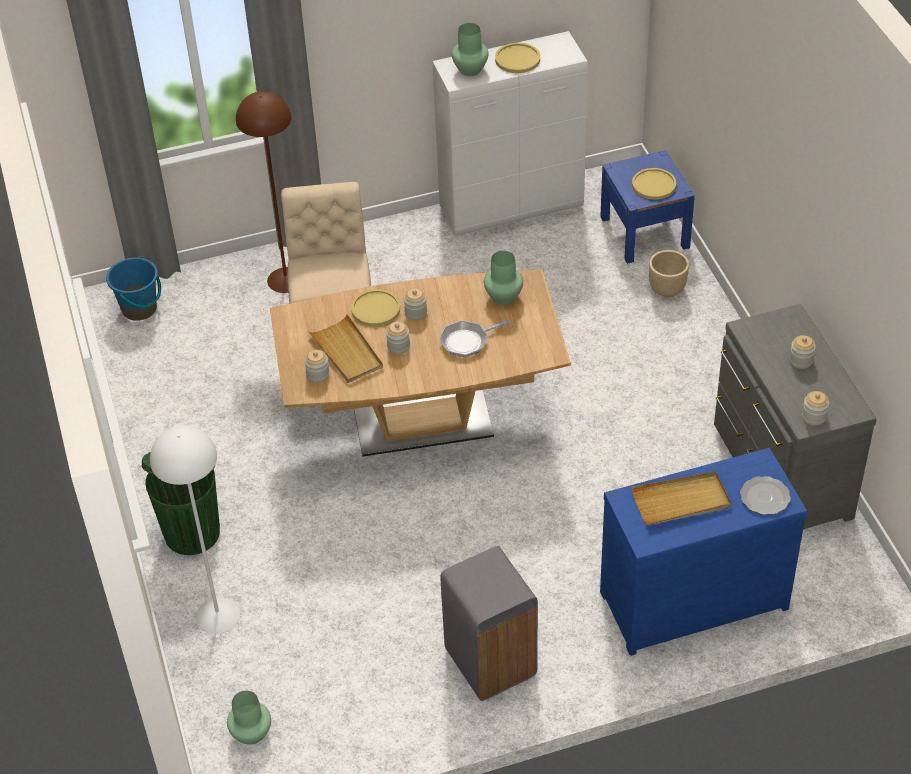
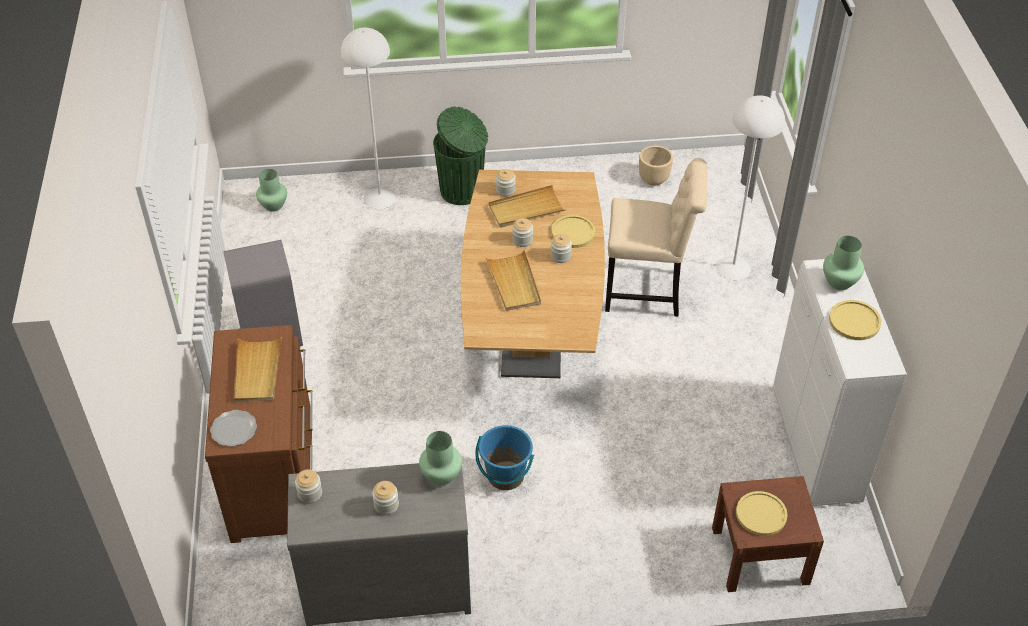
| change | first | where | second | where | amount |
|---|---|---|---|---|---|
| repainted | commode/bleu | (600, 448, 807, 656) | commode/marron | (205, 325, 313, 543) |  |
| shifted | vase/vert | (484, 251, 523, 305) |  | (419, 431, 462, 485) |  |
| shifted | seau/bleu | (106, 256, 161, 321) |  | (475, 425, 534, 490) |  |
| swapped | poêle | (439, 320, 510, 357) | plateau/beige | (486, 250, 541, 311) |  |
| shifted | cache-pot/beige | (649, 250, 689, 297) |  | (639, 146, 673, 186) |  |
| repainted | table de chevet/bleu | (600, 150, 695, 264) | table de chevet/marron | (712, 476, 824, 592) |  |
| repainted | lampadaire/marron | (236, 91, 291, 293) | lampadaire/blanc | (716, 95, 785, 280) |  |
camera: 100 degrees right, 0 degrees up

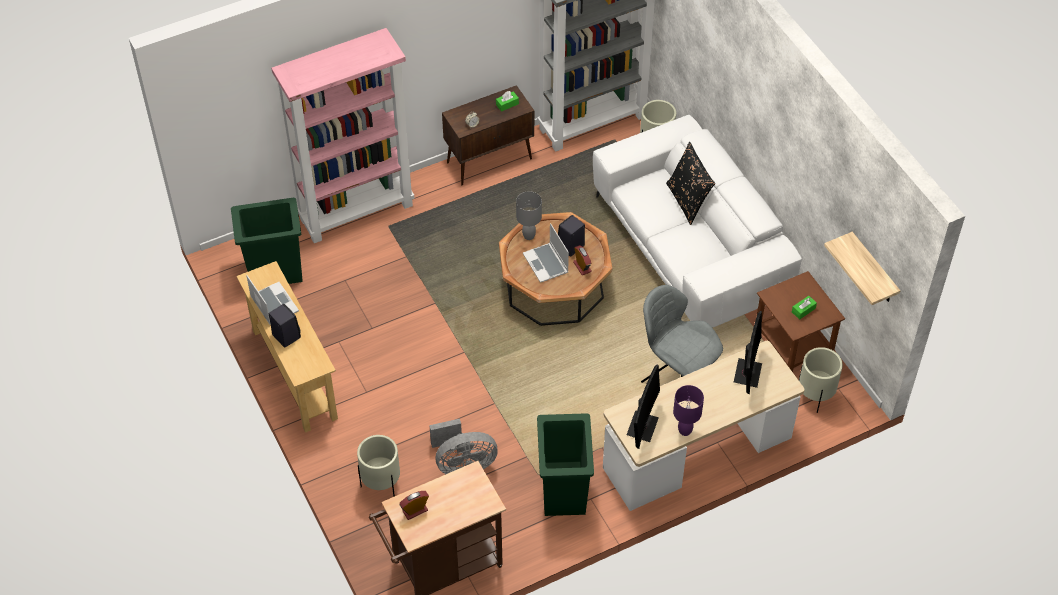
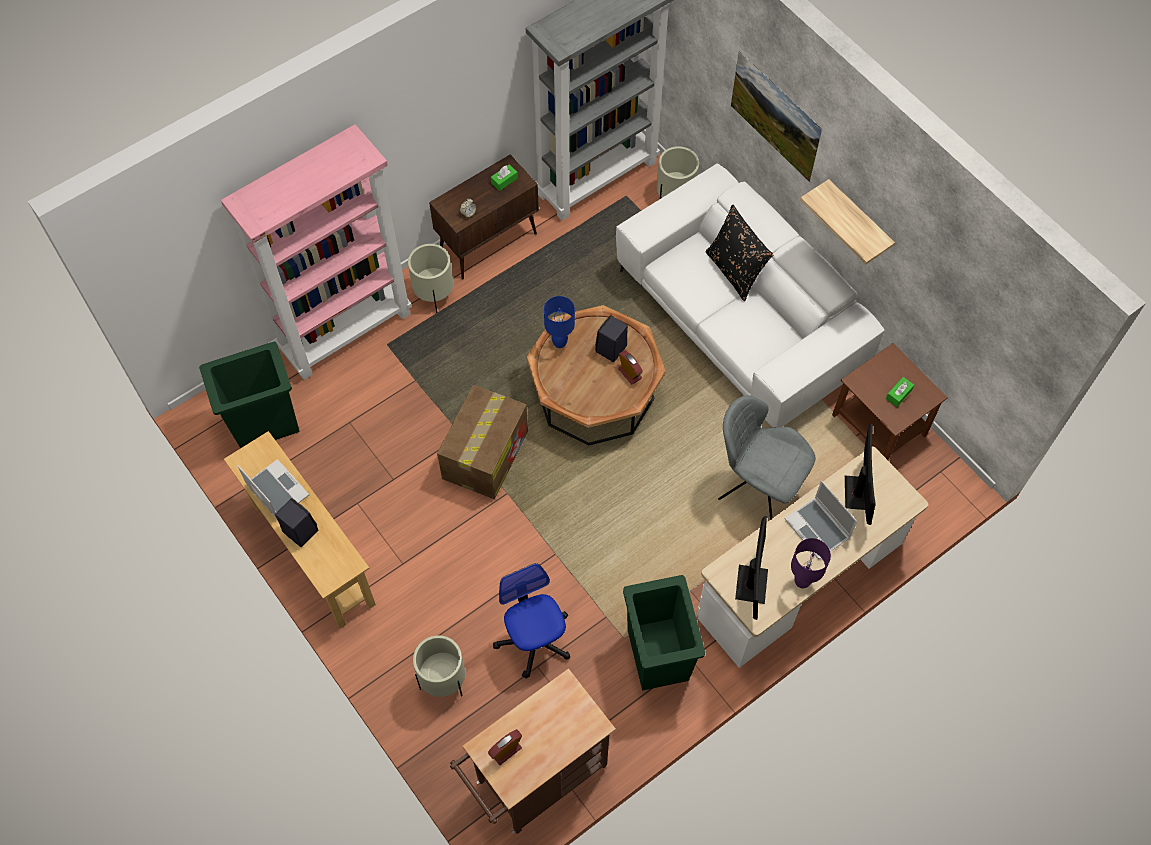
| change | first | where | second | where | amount |
|---|---|---|---|---|---|
| shifted | cache-pot/beige | (799, 347, 843, 413) |  | (408, 244, 453, 313) |  |
| new |  |  | carton | (437, 385, 528, 499) |  |
| swapped | ventilateur/gris | (429, 419, 498, 474) | chaise de bureau | (493, 563, 570, 678) |  |
| repainted | lampe de table/gris | (516, 191, 542, 240) | lampe de table/bleu | (544, 296, 575, 348) |  |
| new |  |  | tableau | (731, 51, 822, 182) |  |
| shifted | ordinateur portable | (523, 223, 569, 283) |  | (785, 481, 857, 559) |  |
| shifted | étagère | (824, 232, 901, 305) |  | (800, 179, 895, 264) |  |
camera: 10 degrees left, 10 degrees up

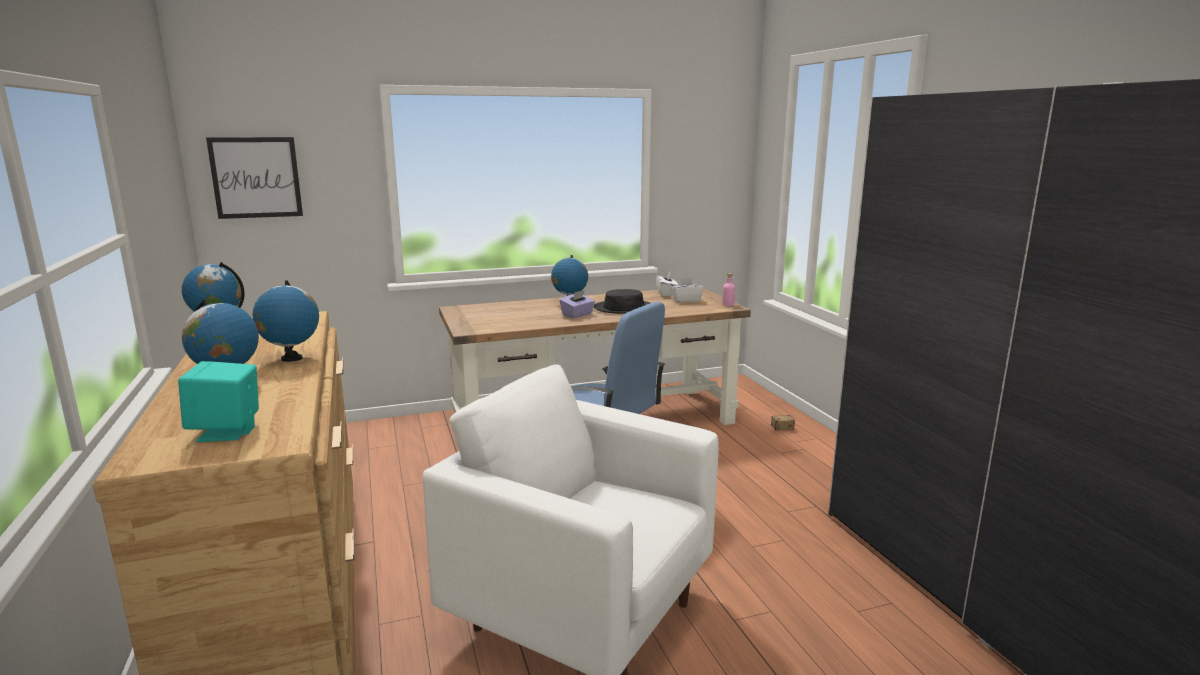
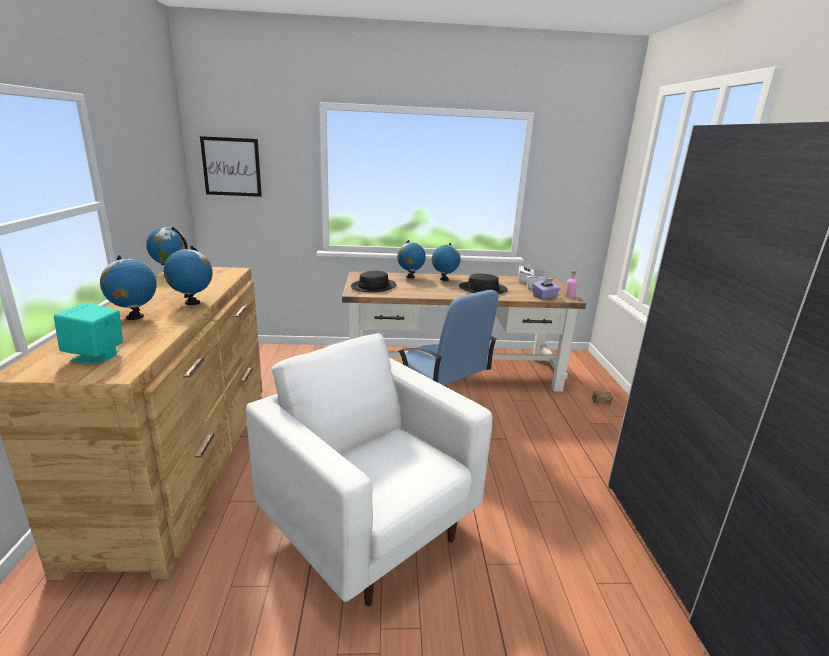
| change | first | where | second | where | amount |
|---|---|---|---|---|---|
| new |  |  | chapeau/noir | (351, 270, 397, 292) |  |
| new |  |  | globe | (397, 240, 426, 278) |  |
| shifted | boîte à mouchoirs/violet | (560, 290, 595, 318) |  | (532, 278, 561, 299) |  |
camera: 15 degrees right, 5 degrees up

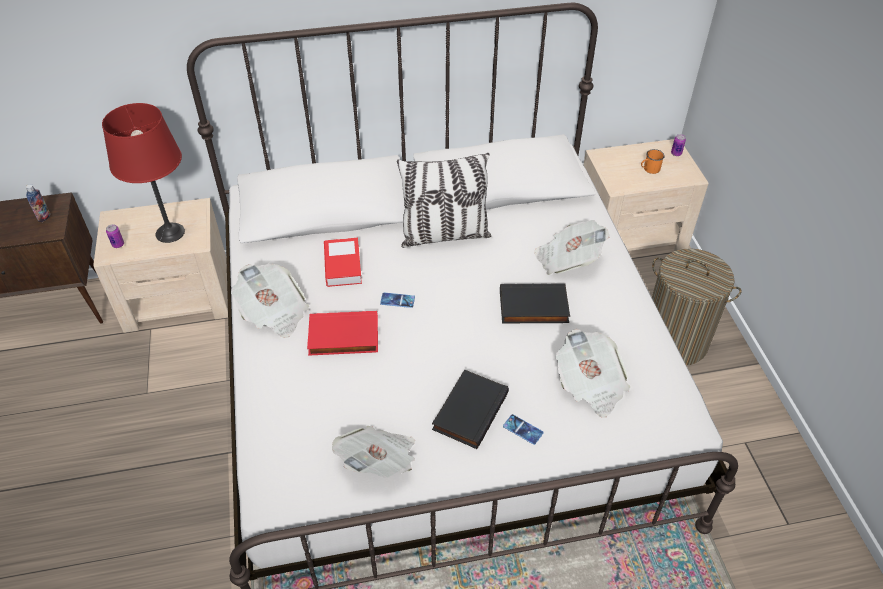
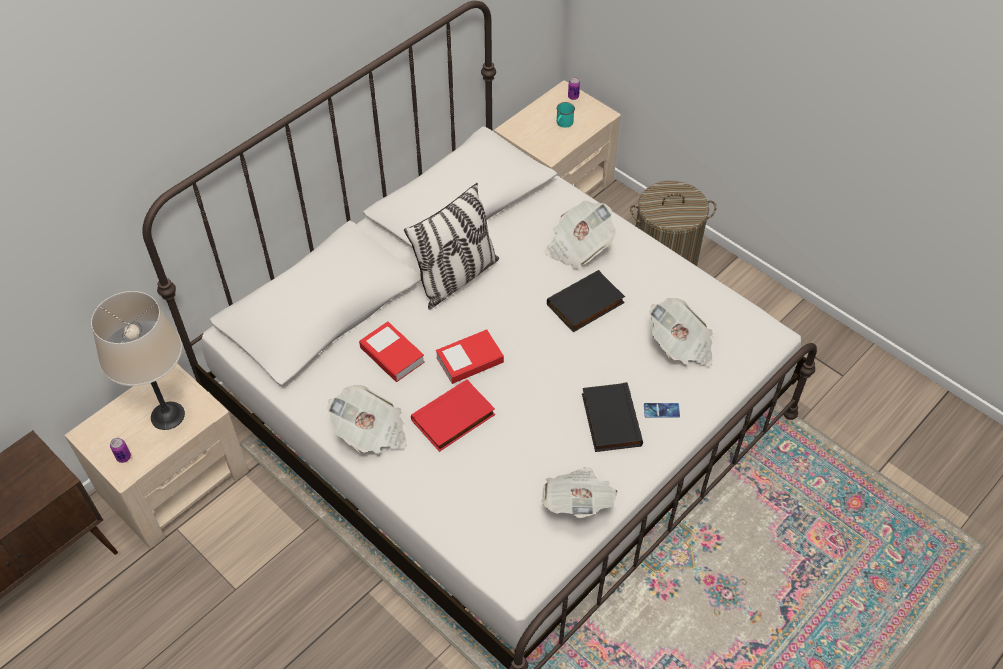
| change | first | where | second | where | amount |
|---|---|---|---|---|---|
| repainted | lampe de table/rouge | (102, 103, 185, 243) | lampe de table/beige | (91, 291, 185, 430) |  |
| swapped | téléphone | (380, 292, 415, 308) | livre | (436, 329, 504, 384) |  |
| repainted | mug/orange | (641, 149, 665, 174) | mug/turquoise | (557, 102, 575, 128) |  |
| gone | bouteille | (26, 184, 50, 222) |  |  |  |
camera: 35 degrees left, 5 degrees up

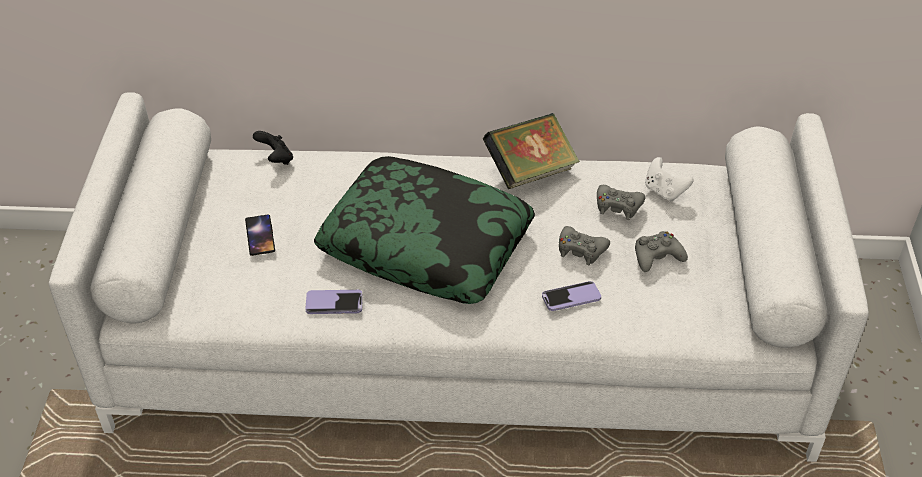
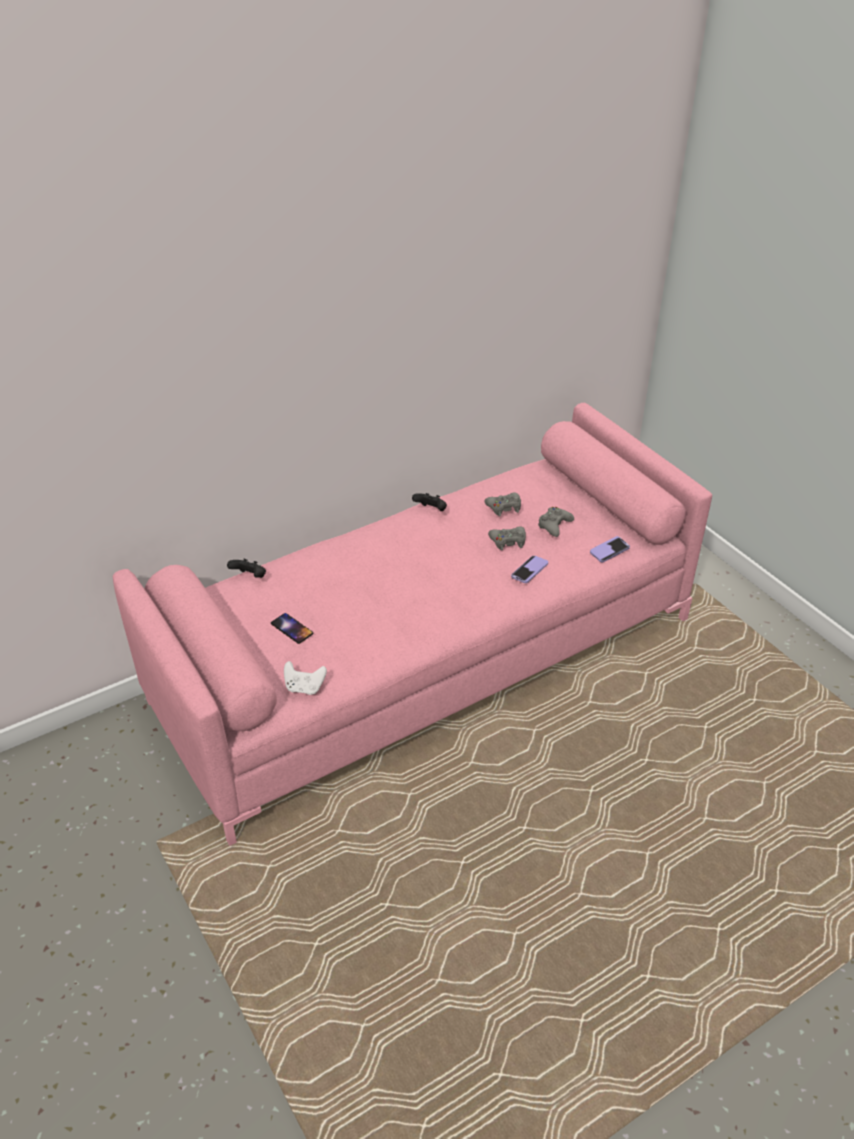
| change | first | where | second | where | amount |
|---|---|---|---|---|---|
| repainted | canapé/blanc | (49, 92, 869, 462) | canapé/rose | (113, 403, 712, 846) |  |
| shifted | manette/blanc | (645, 157, 694, 202) |  | (284, 661, 327, 695) |  |
| swapped | livre | (483, 113, 580, 189) | manette/noir | (412, 493, 447, 511) |  |
| shifted | téléphone | (305, 290, 363, 314) |  | (590, 536, 630, 562) |  |
| gone | coussin | (314, 156, 535, 304) |  |  |  |
camera: 35 degrees left, 5 degrees down

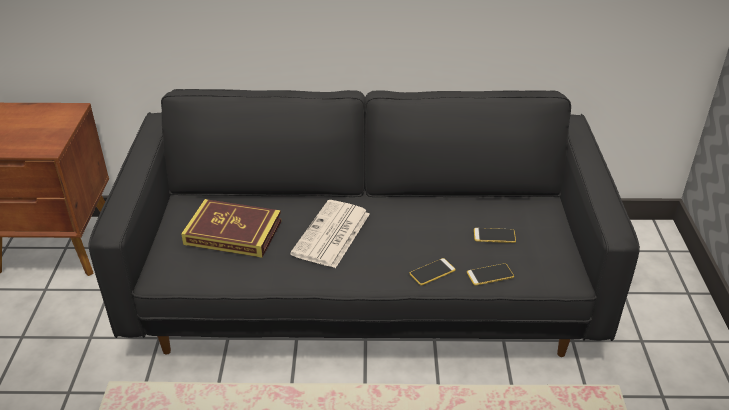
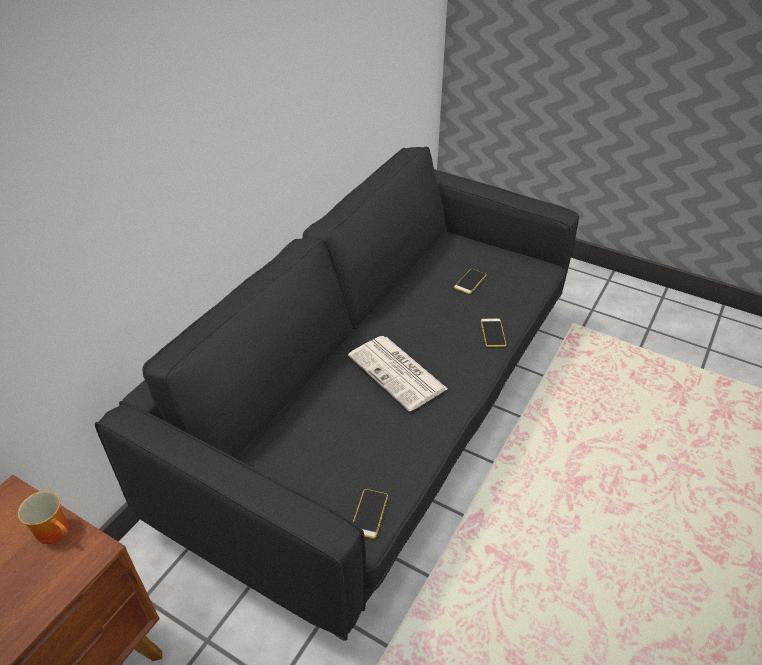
| change | first | where | second | where | amount |
|---|---|---|---|---|---|
| new |  |  | mug | (18, 491, 68, 544) |  |
| shifted | téléphone | (467, 263, 514, 285) |  | (353, 489, 388, 539) |  |
| gone | livre | (181, 199, 281, 258) |  |  |  |
camera: 60 degrees left, 5 degrees up

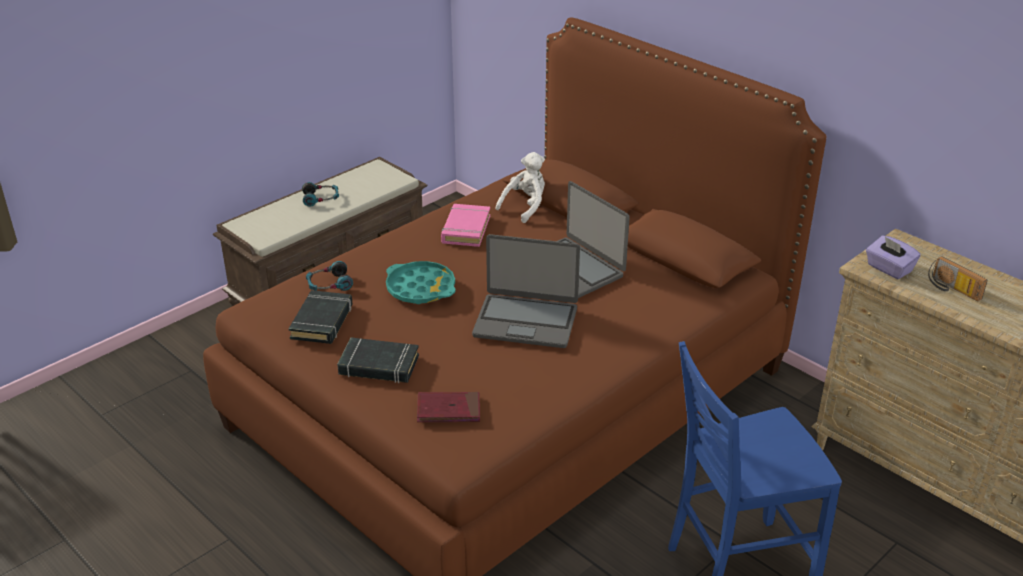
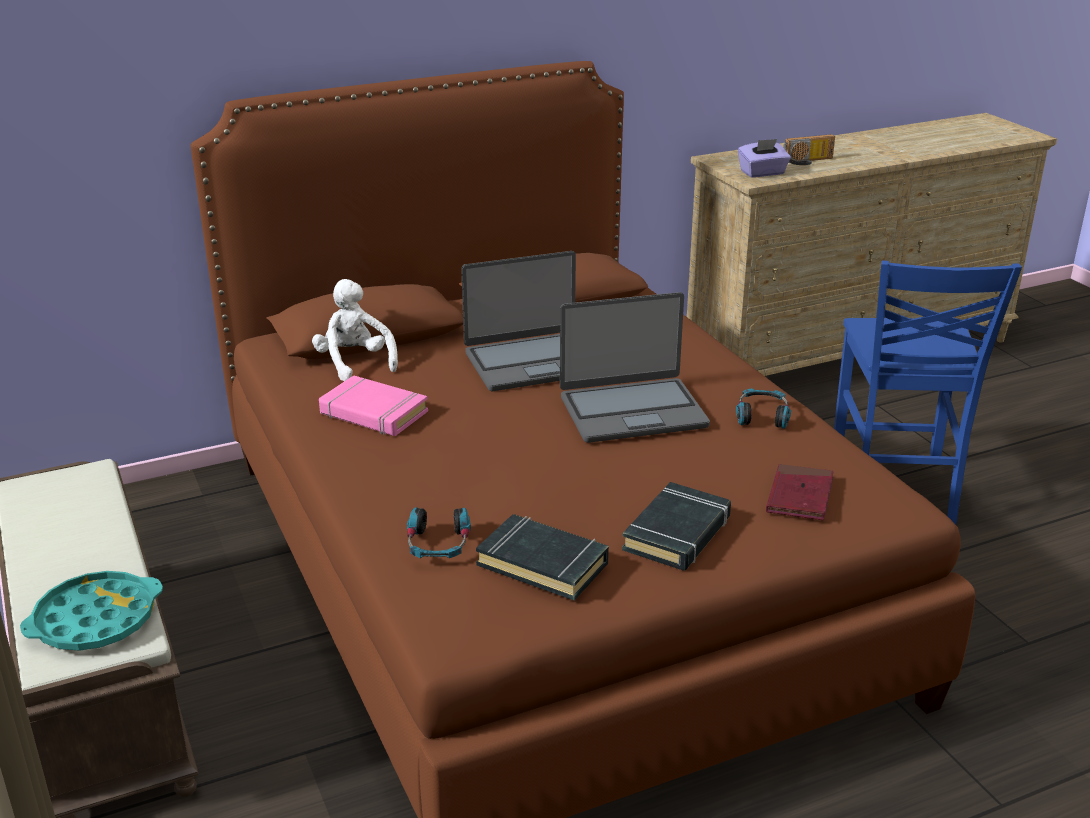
| change | first | where | second | where | amount |
|---|---|---|---|---|---|
| shifted | plateau/turquoise | (386, 261, 456, 304) |  | (20, 571, 163, 651) |  |
| rotated | ordinateur portable | (472, 234, 580, 348) |  | (560, 292, 710, 443) | 45 degrees clockwise |
| shifted | casque audio | (302, 182, 339, 207) |  | (736, 388, 791, 429) |  |
camera: 70 degrees left, 5 degrees down

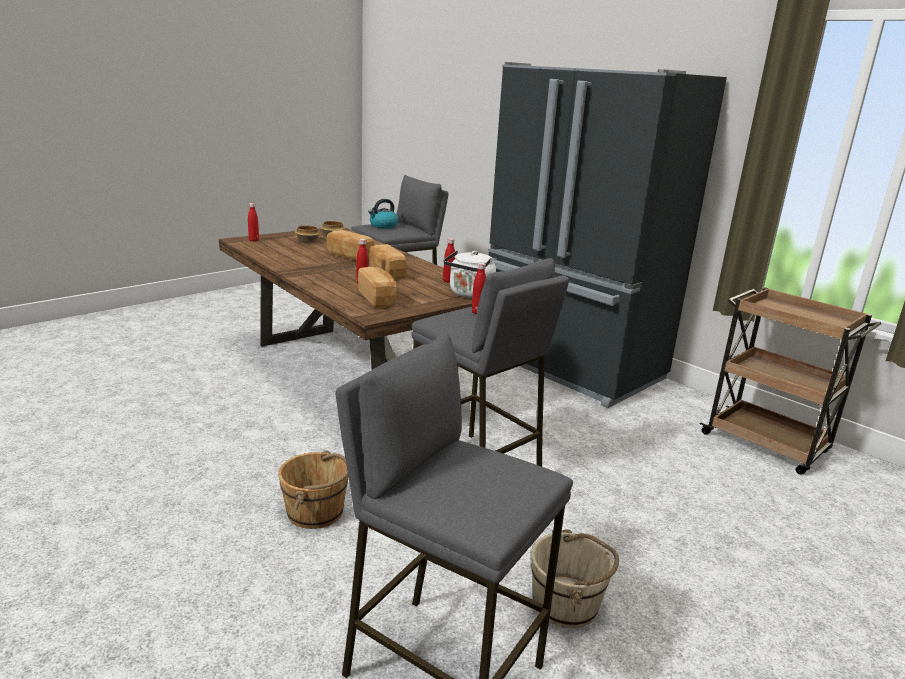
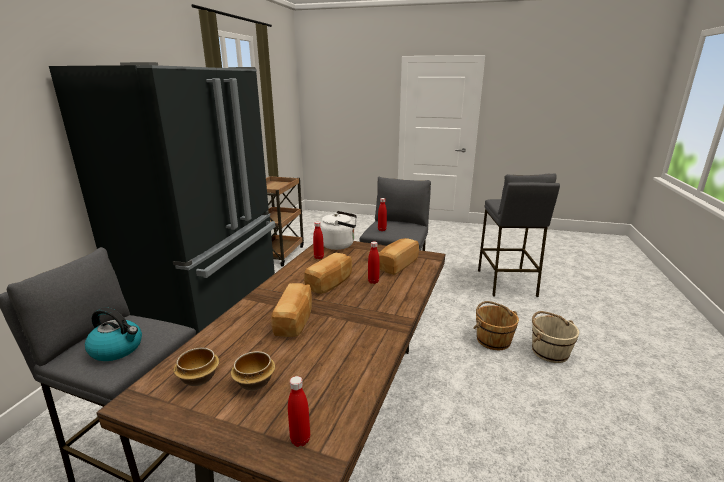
| change | first | where | second | where | amount |
|---|---|---|---|---|---|
| shifted | seau/beige | (531, 529, 619, 628) |  | (532, 311, 579, 363) |  |
camera: 120 degrees left, 0 degrees up

